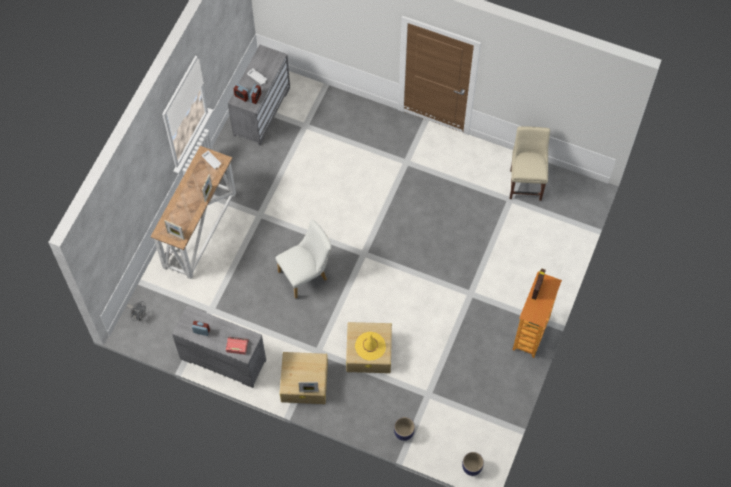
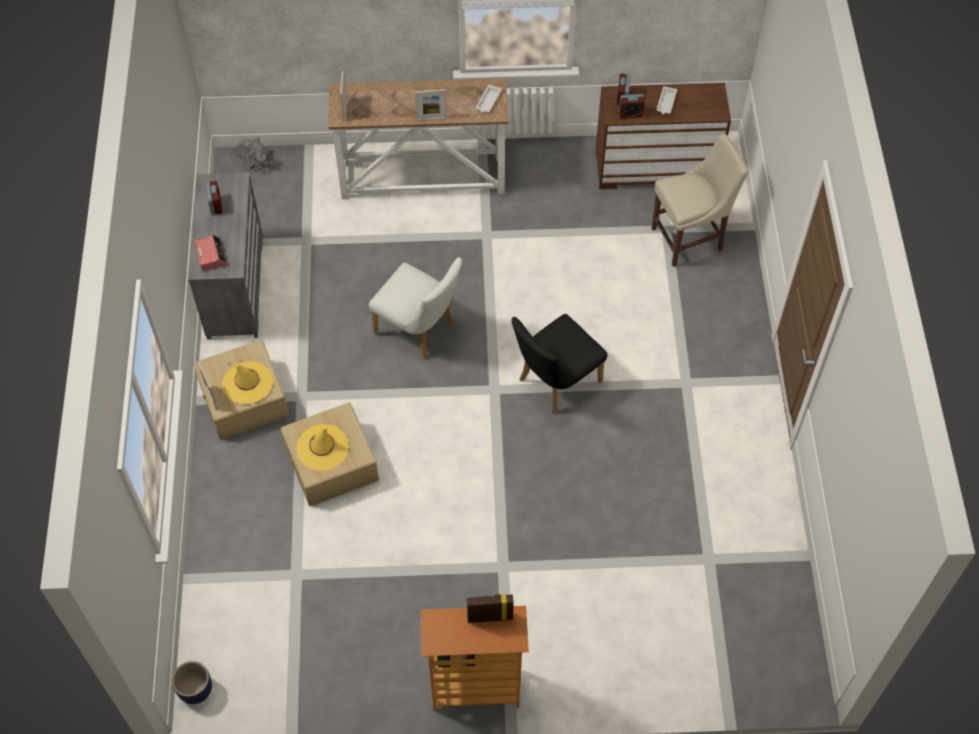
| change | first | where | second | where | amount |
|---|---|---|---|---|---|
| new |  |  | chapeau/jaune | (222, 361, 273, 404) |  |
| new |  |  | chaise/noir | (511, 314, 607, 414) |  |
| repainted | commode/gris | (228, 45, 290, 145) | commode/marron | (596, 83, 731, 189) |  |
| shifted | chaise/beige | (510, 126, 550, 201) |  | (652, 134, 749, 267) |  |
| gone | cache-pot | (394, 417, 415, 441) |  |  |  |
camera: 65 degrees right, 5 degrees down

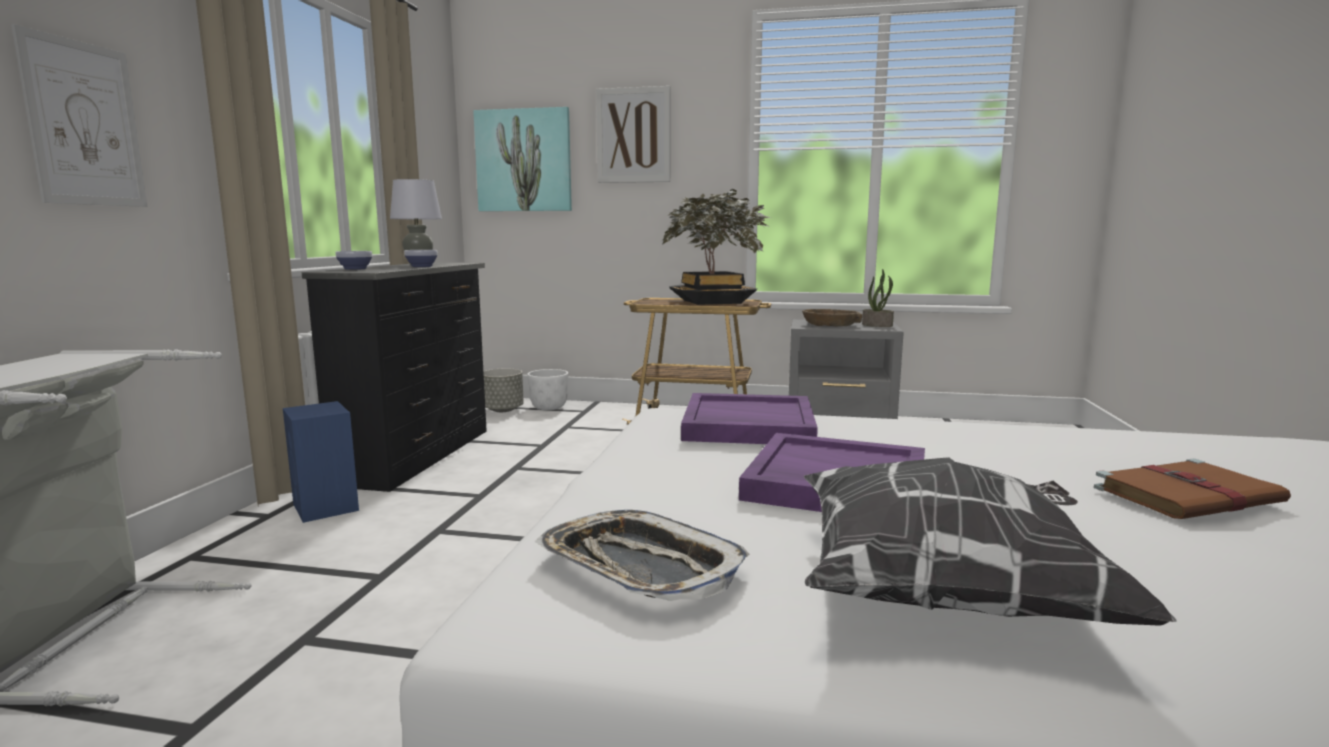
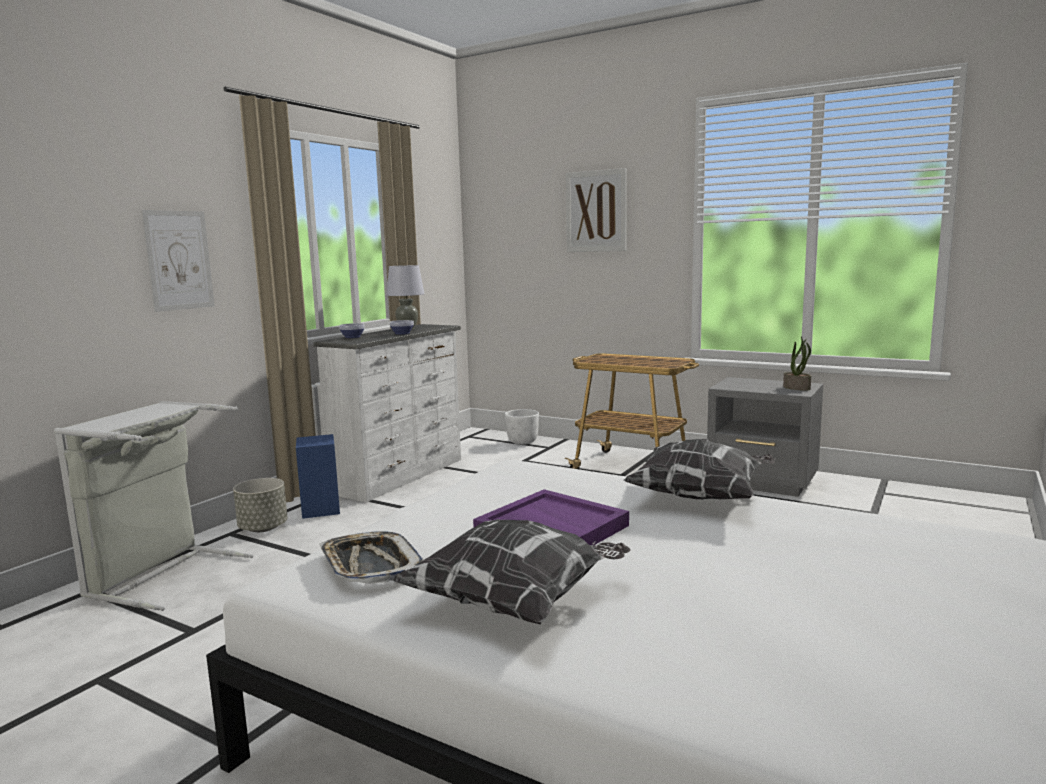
| change | first | where | second | where | amount |
|---|---|---|---|---|---|
| shifted | cache-pot/gris | (483, 369, 524, 412) |  | (233, 478, 288, 532) |  |
| repainted | commode/noir | (302, 262, 487, 492) | commode/blanc | (313, 324, 461, 502) |  |
| new |  |  | coussin | (623, 439, 776, 499) |  |
| gone | tableau | (473, 107, 572, 211) |  |  |  |
| gone | plante en pot | (662, 188, 771, 305) |  |  |  |
| gone | plateau/violet | (681, 393, 818, 444) |  |  |  |
| gone | bol/marron | (802, 309, 862, 327) |  |  |  |
| gone | livre/marron | (1094, 459, 1291, 519) |  |  |  |
camera: 20 degrees right, 0 degrees up

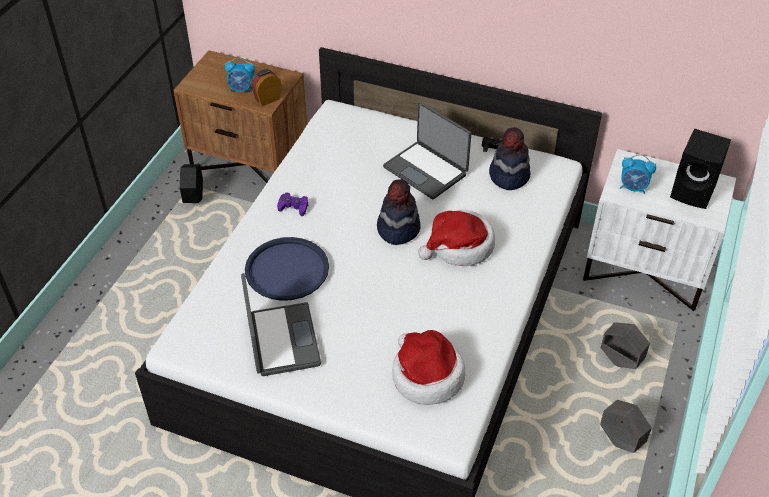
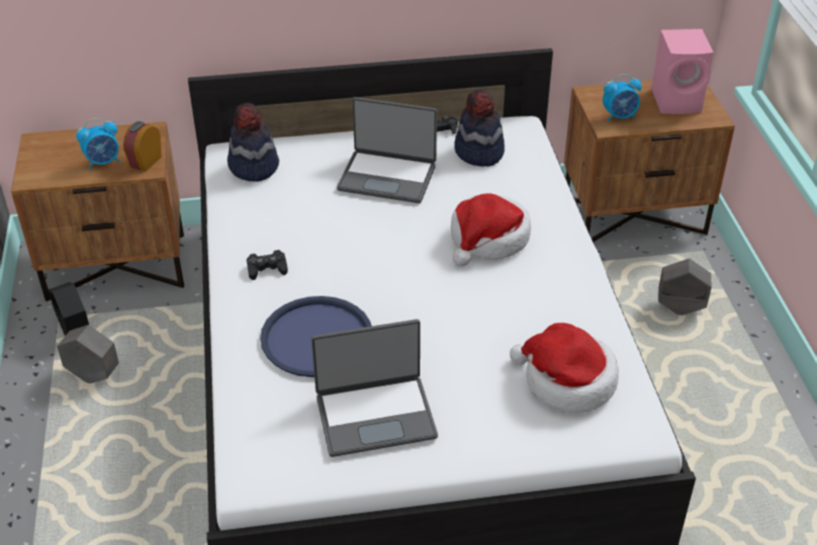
| change | first | where | second | where | amount |
|---|---|---|---|---|---|
| shifted | cache-pot/gris | (600, 400, 652, 453) |  | (57, 325, 119, 383) |  |
| shifted | chapeau | (377, 179, 421, 245) |  | (227, 103, 279, 182) |  |
| repainted | manette/violet | (277, 192, 308, 216) | manette/noir | (247, 250, 288, 280) |  |
| rotated | ordinateur portable | (241, 273, 321, 376) |  | (311, 319, 438, 457) | 120 degrees clockwise |
| repainted | table de chevet/blanc | (583, 149, 736, 311) | table de chevet/marron | (564, 80, 735, 242) |  |
| repainted | enceinte/noir | (670, 129, 731, 209) | enceinte/rose | (651, 29, 714, 114) |  |
camera: 30 degrees left, 5 degrees down

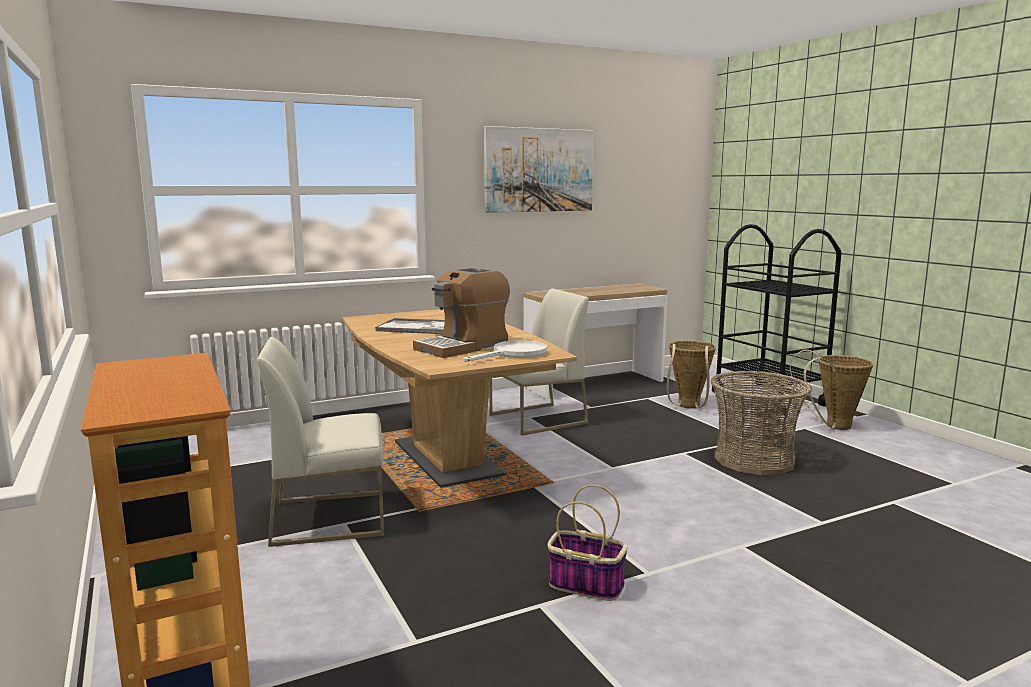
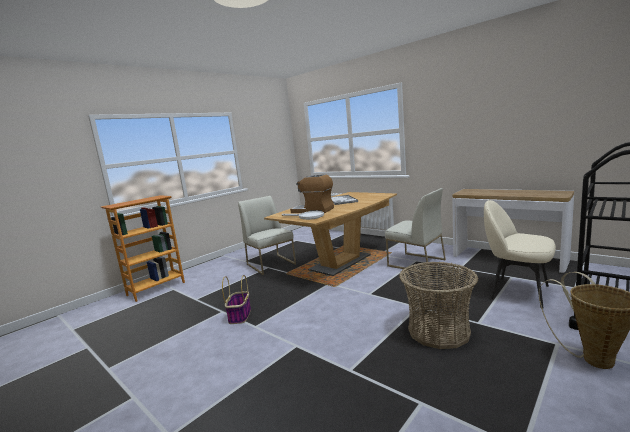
| change | first | where | second | where | amount |
|---|---|---|---|---|---|
| swapped | panier | (667, 340, 716, 408) | chaise/beige | (484, 200, 556, 308) |  |
| gone | tableau | (484, 126, 594, 213) |  |  |  |
camera: 70 degrees right, 0 degrees up

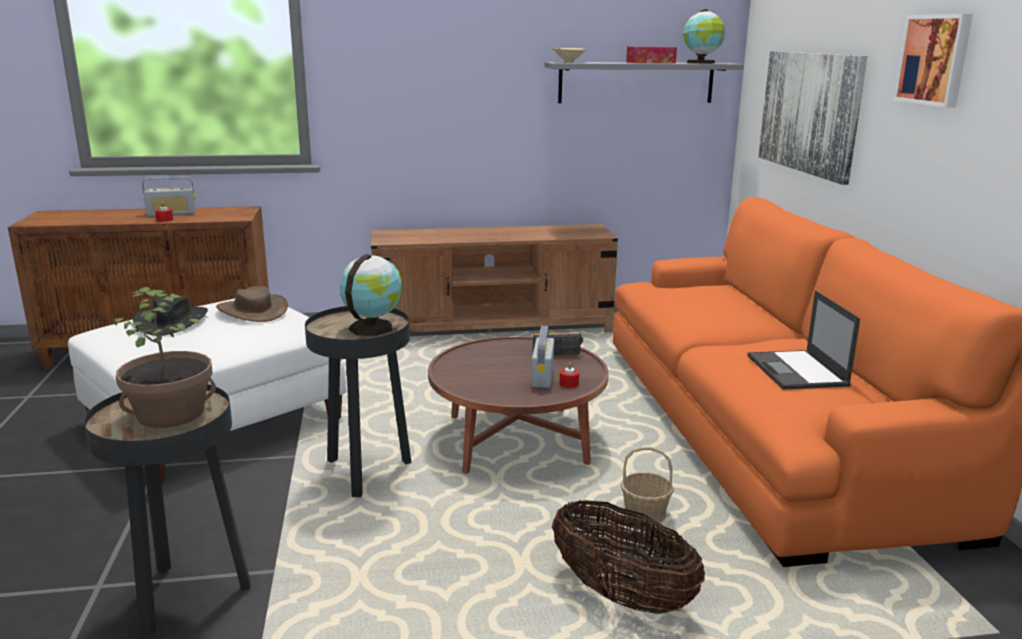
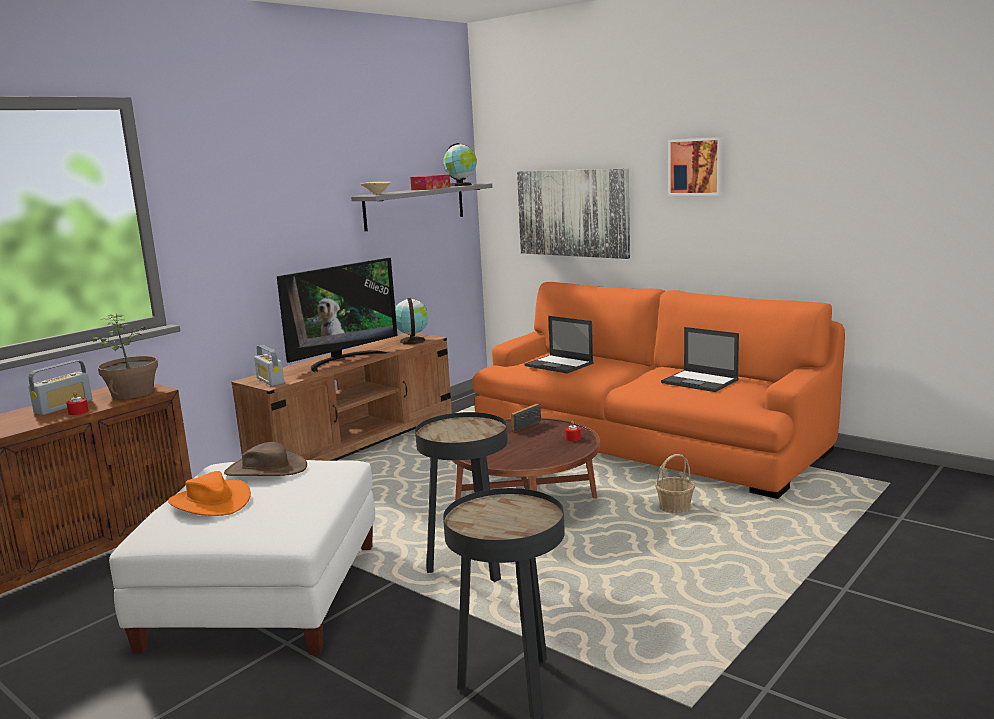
| change | first | where | second | where | amount |
|---|---|---|---|---|---|
| shifted | plante en pot | (114, 287, 216, 428) |  | (92, 313, 158, 399) |  |
| repainted | chapeau/noir | (133, 296, 208, 336) | chapeau/orange | (168, 471, 251, 516) |  |
| shifted | radio | (531, 326, 554, 388) |  | (254, 345, 284, 386) |  |
| new |  |  | téléviseur | (277, 258, 398, 372) |  |
| shifted | globe | (340, 254, 402, 336) |  | (395, 298, 428, 344) |  |
| new |  |  | ordinateur portable | (525, 316, 594, 374) |  |
| gone | panier | (552, 500, 705, 614) |  |  |  |
camera: 40 degrees left, 5 degrees down

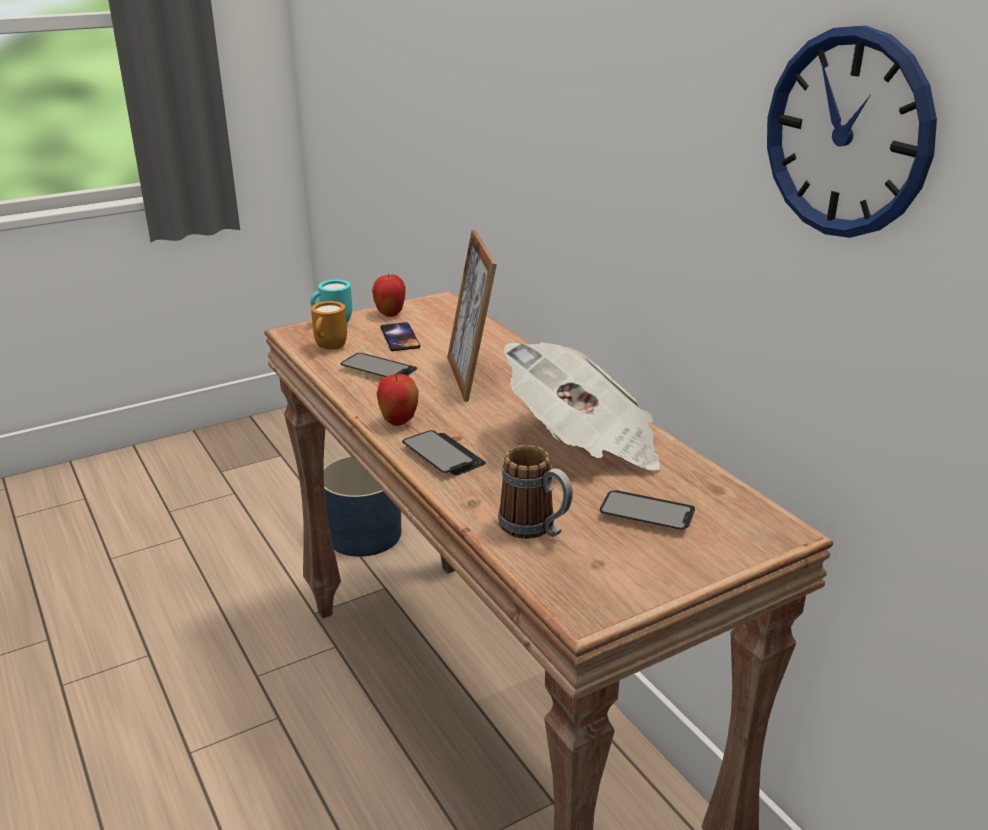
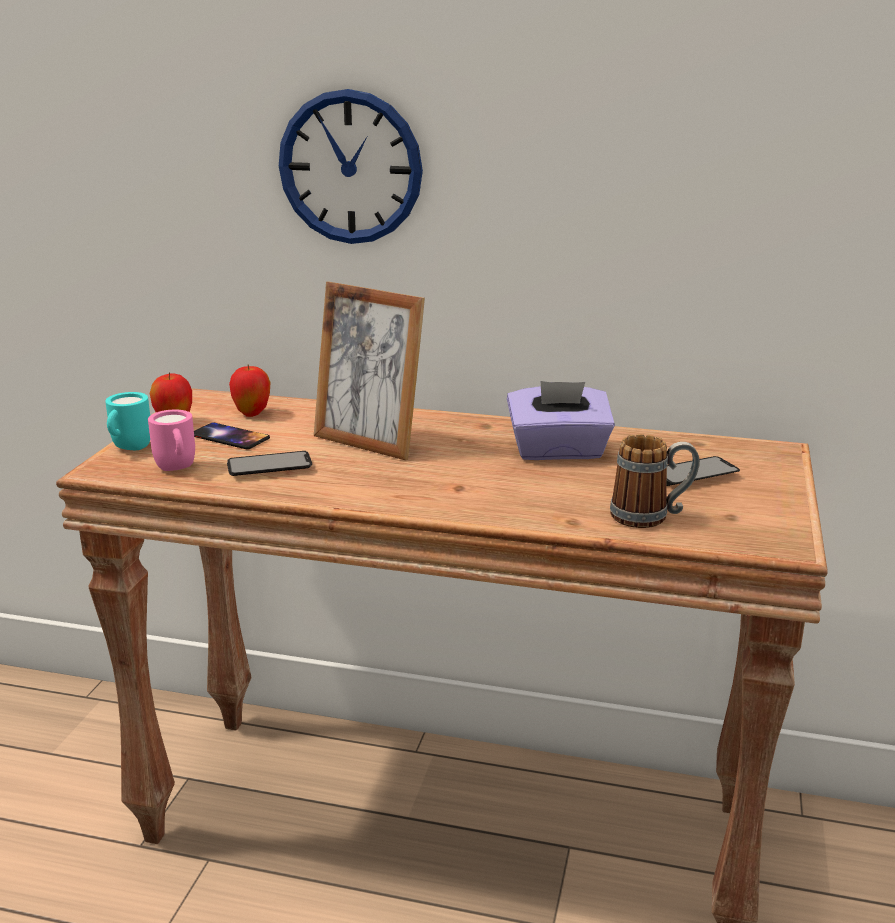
| change | first | where | second | where | amount |
|---|---|---|---|---|---|
| repainted | mug/orange | (311, 301, 347, 350) | mug/rose | (148, 410, 195, 471) |  |
| shifted | pomme | (377, 374, 419, 426) |  | (229, 365, 271, 417) |  |
| shifted | horloge murale | (767, 25, 937, 238) |  | (279, 89, 423, 244) |  |
| swapped | journal | (504, 342, 660, 471) | boîte à mouchoirs/violet | (507, 381, 615, 460) |  |
| gone | cache-pot/bleu | (324, 455, 401, 557) |  |  |  |
| gone | téléphone | (402, 430, 486, 475) |  |  |  |
camera: 45 degrees left, 5 degrees down

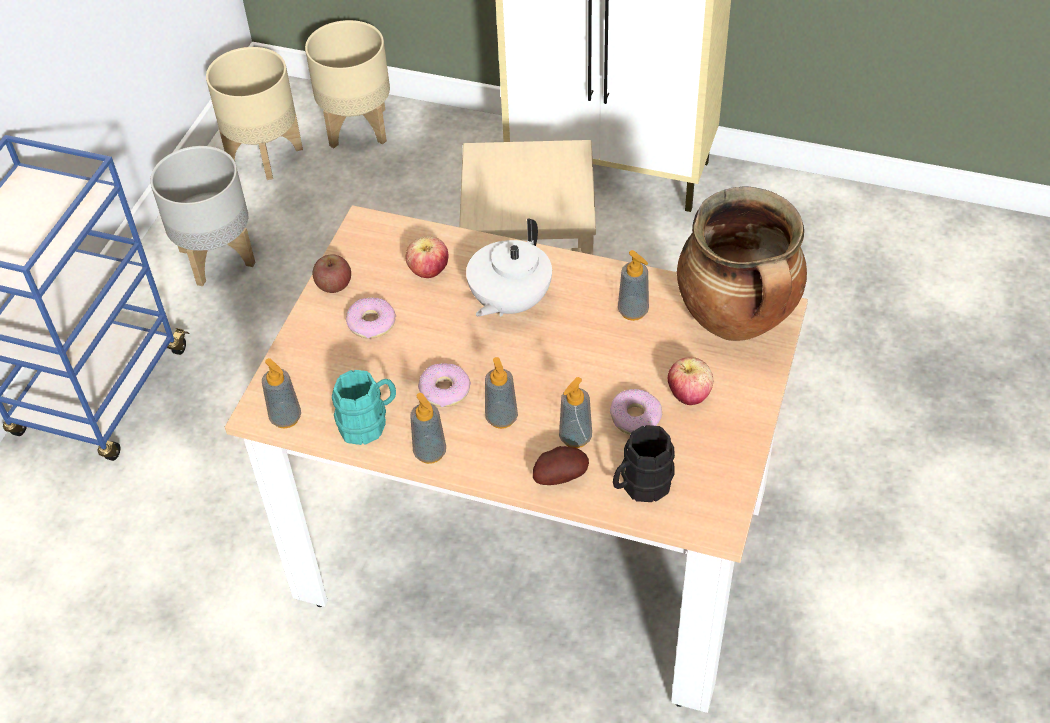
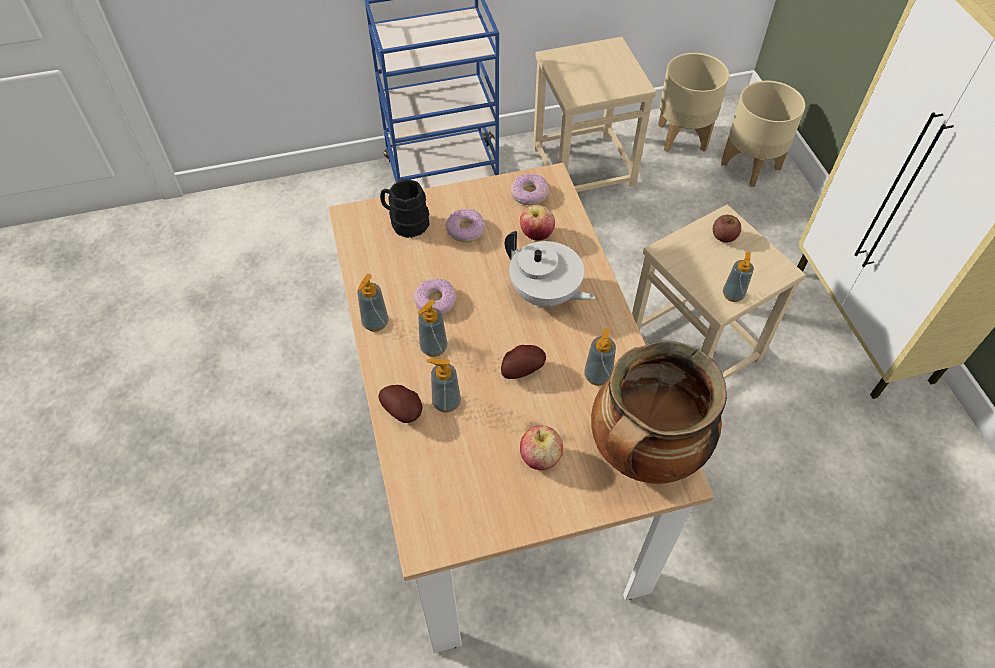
| change | first | where | second | where | amount |
|---|---|---|---|---|---|
| shifted | mug/noir | (613, 425, 675, 502) |  | (380, 179, 429, 238) |  |
| new |  |  | pomme de terre | (501, 345, 546, 379) |  |
| rotated | théière/blanc | (466, 218, 552, 317) |  | (505, 231, 596, 307) | 135 degrees counterclockwise |
| shifted | beignet | (610, 389, 662, 435) |  | (511, 174, 549, 205) |  |
| swapped | cache-pot/gris | (150, 146, 256, 286) | tabouret/beige | (533, 37, 656, 192) |  |
| shifted | pomme | (312, 254, 351, 293) |  | (713, 215, 741, 243) |  |
| shifted | distributeur de savon | (262, 358, 301, 429) |  | (723, 252, 754, 302) |  |
| gone | mug/turquoise | (332, 370, 396, 445) |  |  |  |
camera: 55 degrees right, 5 degrees up

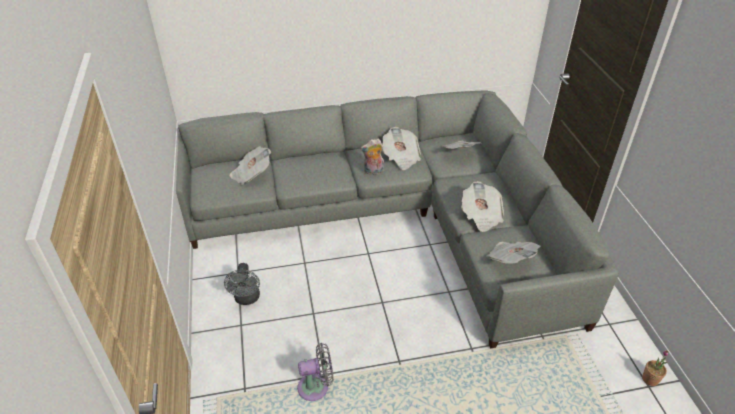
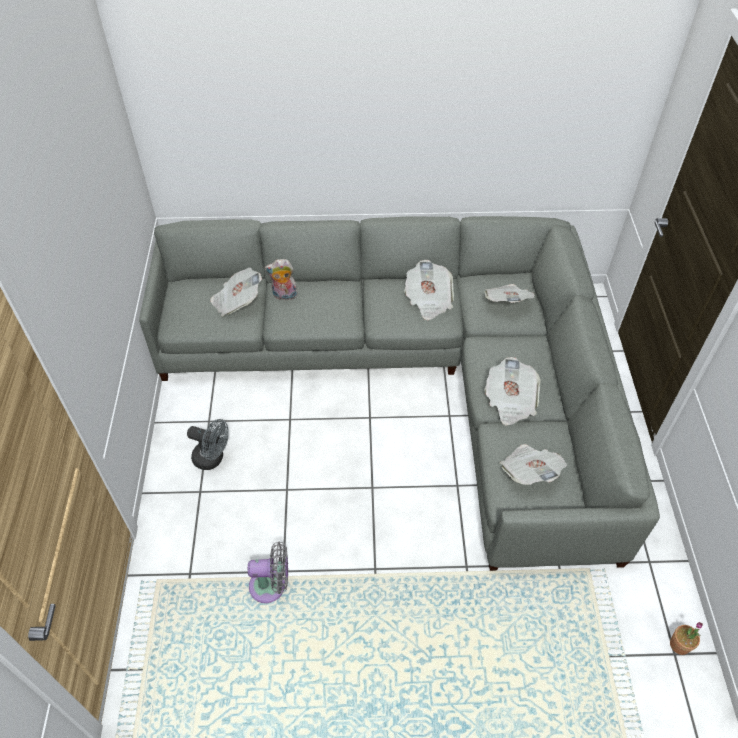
| change | first | where | second | where | amount |
|---|---|---|---|---|---|
| rotated | ventilateur/gris | (224, 263, 260, 305) |  | (187, 419, 229, 470) | 75 degrees counterclockwise |
| shifted | peluche | (360, 139, 384, 175) |  | (264, 259, 299, 301) |  |
camera: 10 degrees right, 10 degrees up

